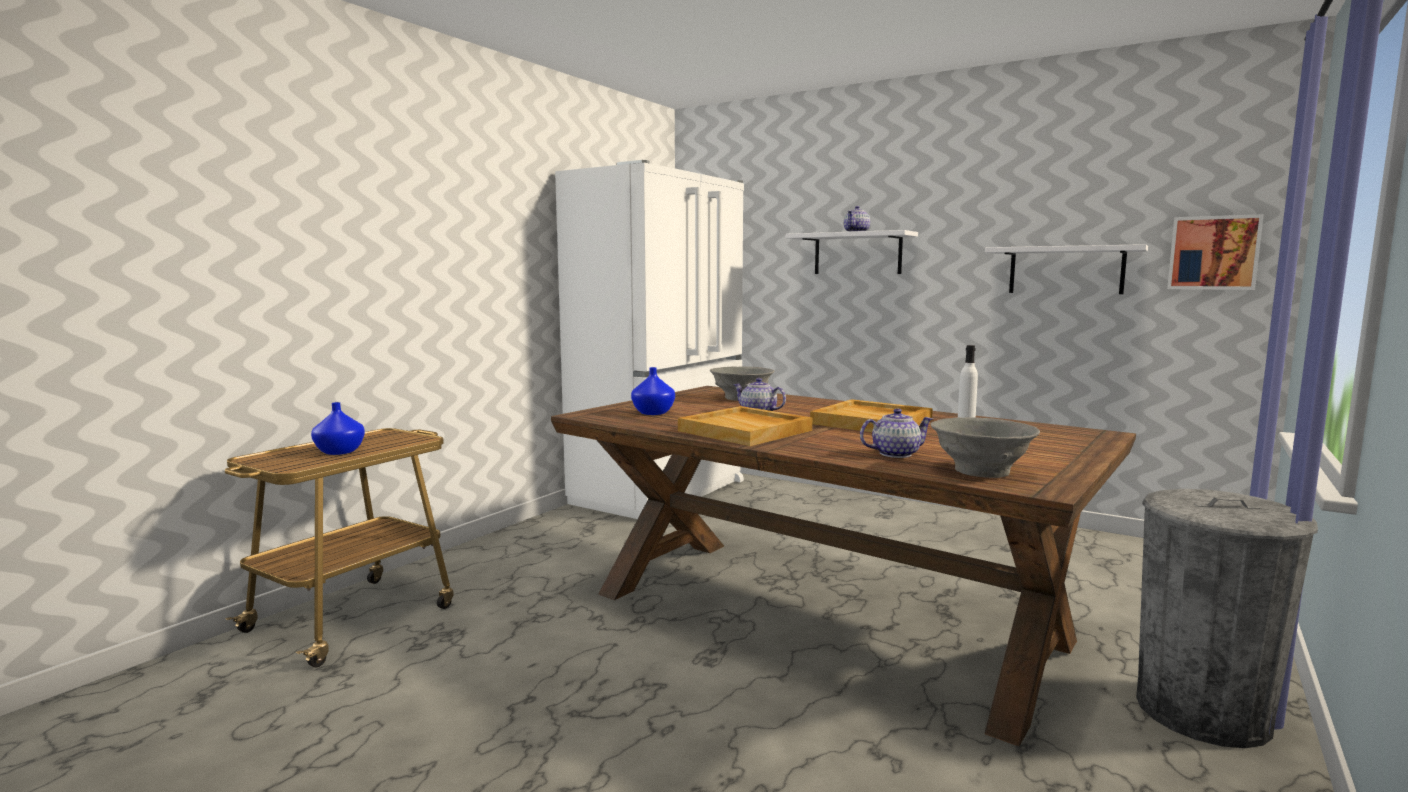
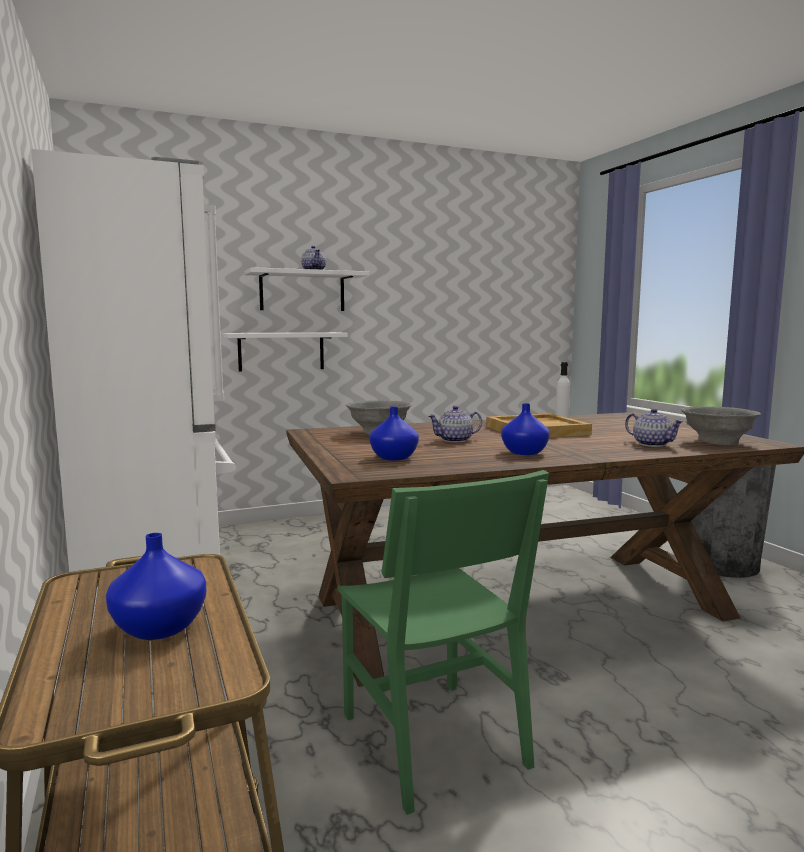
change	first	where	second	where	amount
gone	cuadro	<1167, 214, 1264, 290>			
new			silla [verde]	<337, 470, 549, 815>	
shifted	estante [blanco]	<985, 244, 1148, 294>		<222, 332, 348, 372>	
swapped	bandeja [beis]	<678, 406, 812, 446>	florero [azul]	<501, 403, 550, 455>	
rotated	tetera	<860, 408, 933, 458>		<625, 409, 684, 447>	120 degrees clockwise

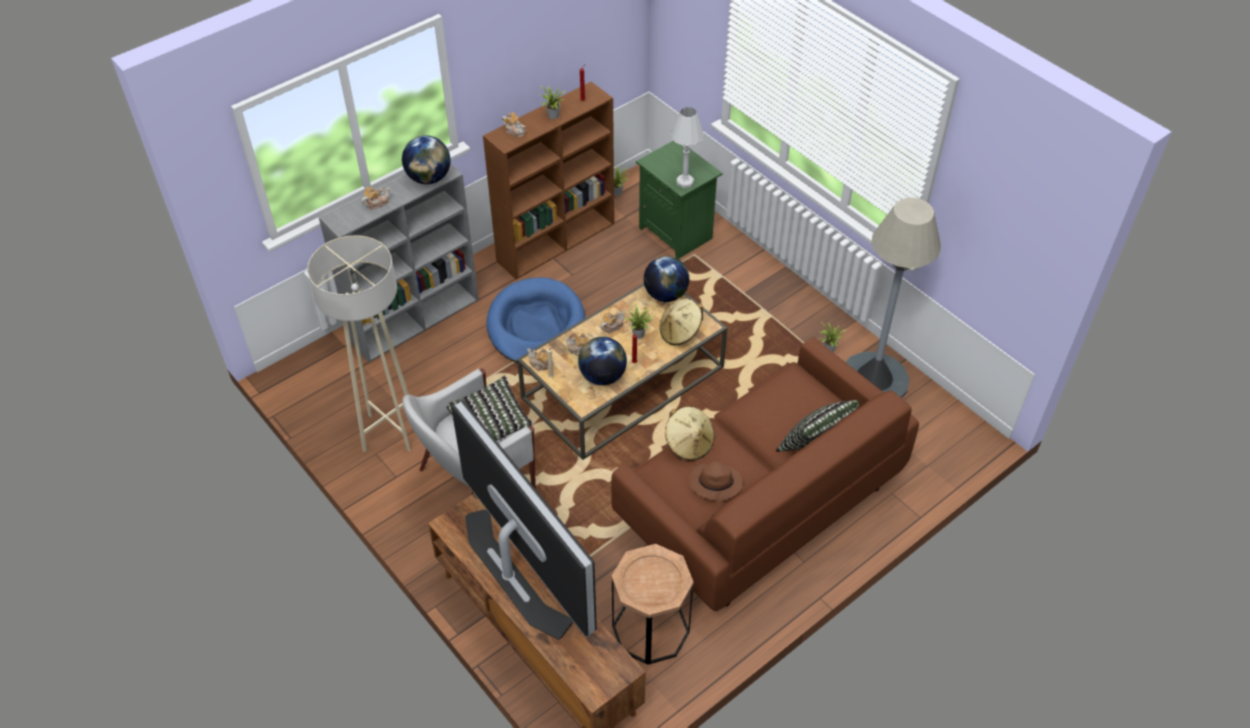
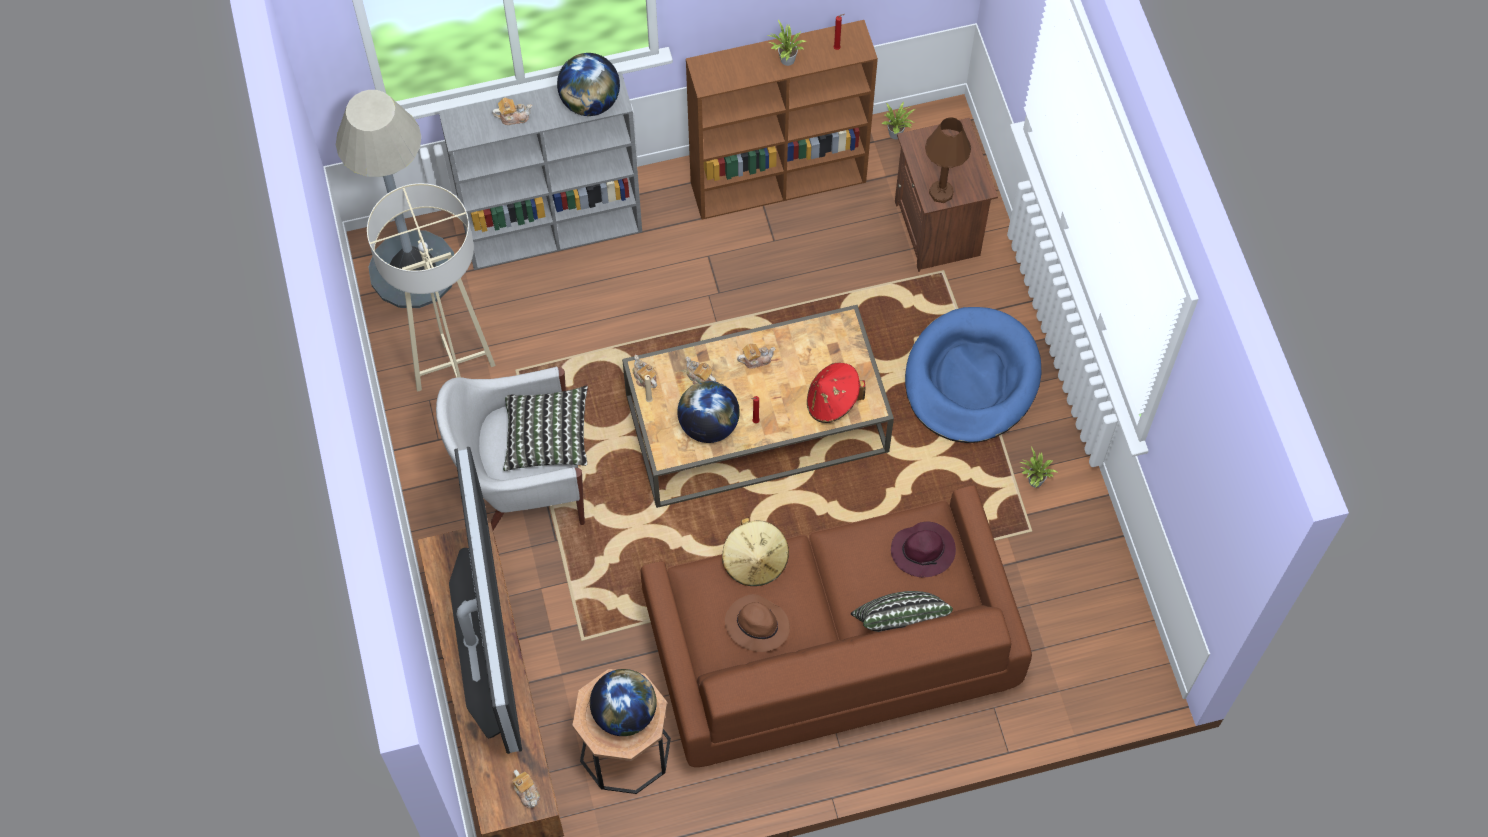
change	first	where	second	where	amount
gone	planta en maceta	<626, 304, 654, 339>			
new			sombrero [morado]	<891, 521, 956, 578>	
shifted	cama para perro [azul]	<486, 277, 585, 363>		<905, 307, 1041, 443>	
shifted	tetera	<502, 112, 525, 138>		<512, 770, 540, 808>	
shifted	globo terráqueo	<644, 256, 689, 302>		<590, 669, 657, 736>	
shifted	lámpara de pie [gris]	<845, 198, 941, 398>		<336, 90, 454, 308>	
repainted	mesita de noche [verde]	<636, 141, 723, 259>	mesita de noche [marrón]	<895, 118, 998, 272>	
repainted	sombrero [beis]	<660, 299, 703, 345>	sombrero [rojo]	<807, 363, 865, 423>	
repainted	lámpara de mesa [blanco]	<671, 107, 704, 188>	lámpara de mesa [marrón]	<925, 117, 971, 203>	

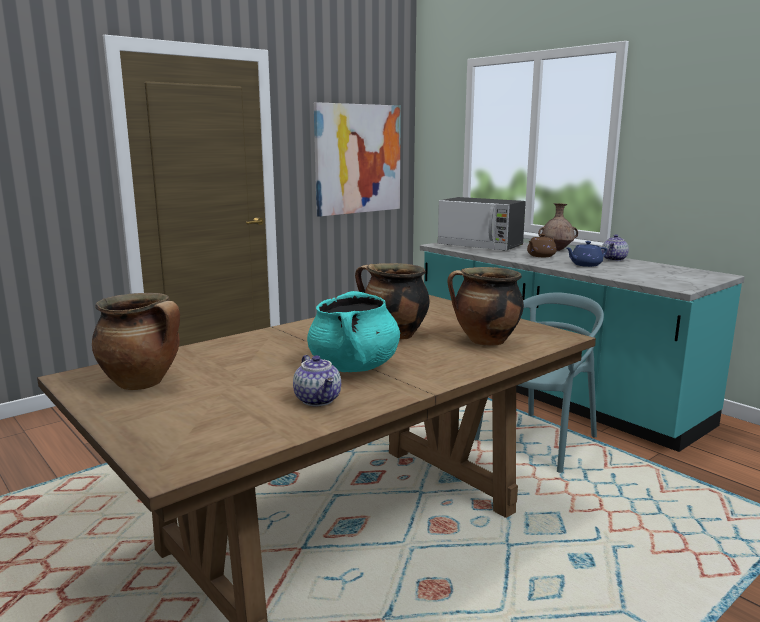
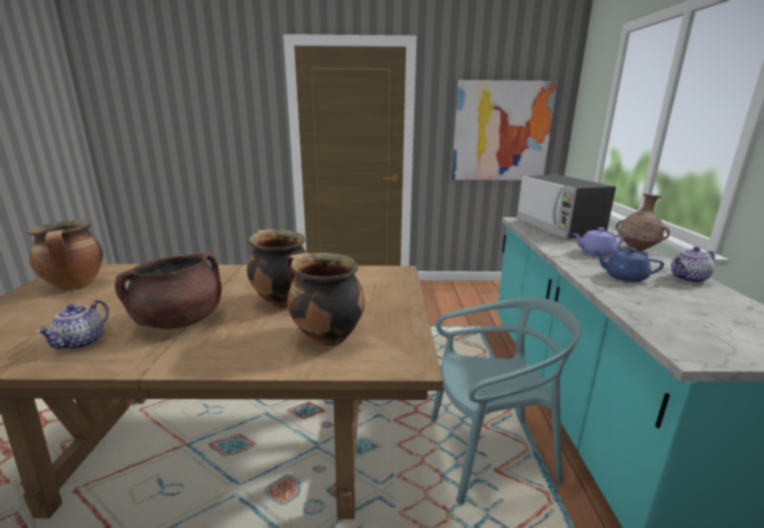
change	first	where	second	where	amount
repainted	olla [turquesa]	<307, 291, 400, 372>	olla [marrón]	<115, 252, 222, 329>	
repainted	tetera [marrón]	<527, 234, 557, 257>	tetera [morado]	<574, 227, 624, 257>	

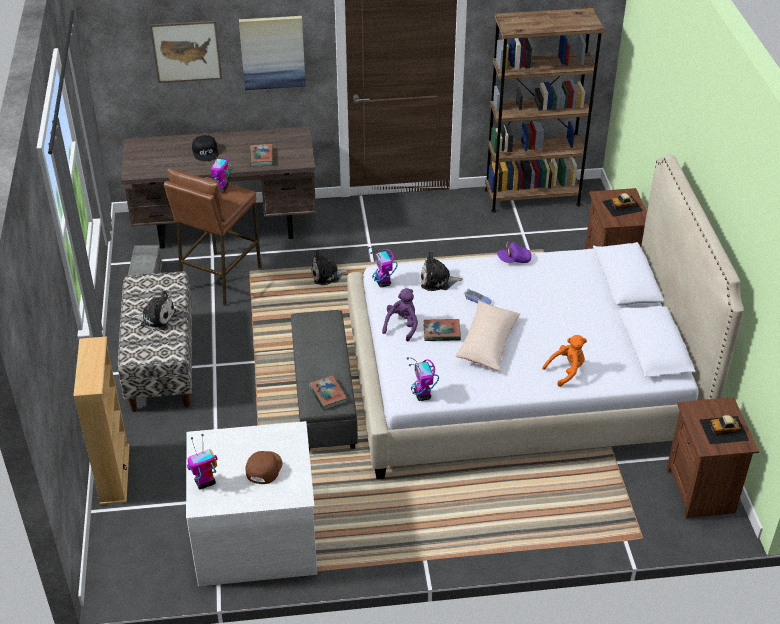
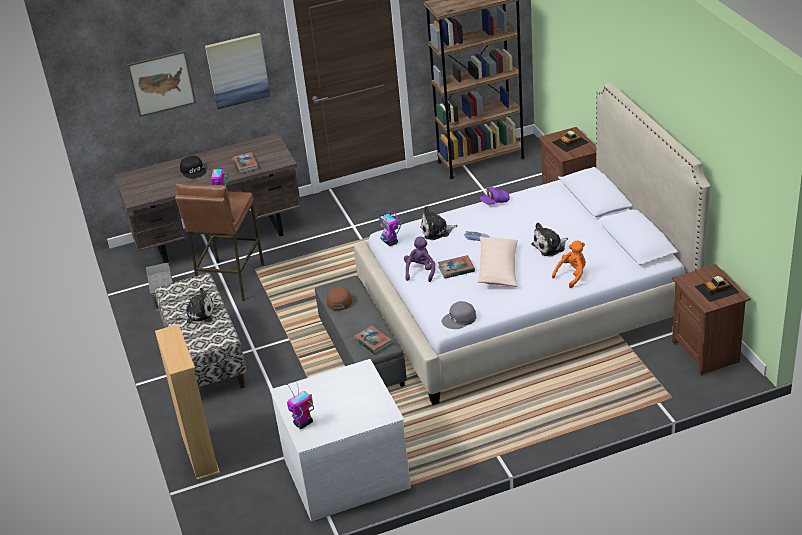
change	first	where	second	where	amount
shifted	gorra [marrón]	<246, 451, 283, 484>		<327, 287, 353, 310>	
shifted	peluche	<311, 250, 348, 285>		<531, 222, 568, 256>	
swapped	robot de juguete	<407, 357, 439, 401>	gorra [gris]	<442, 301, 476, 329>	

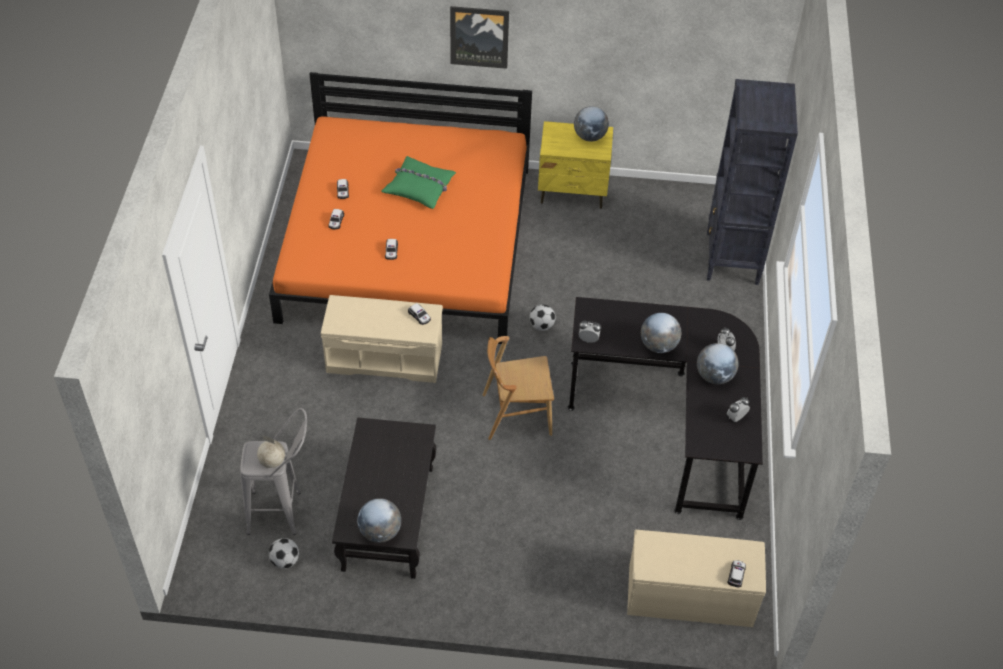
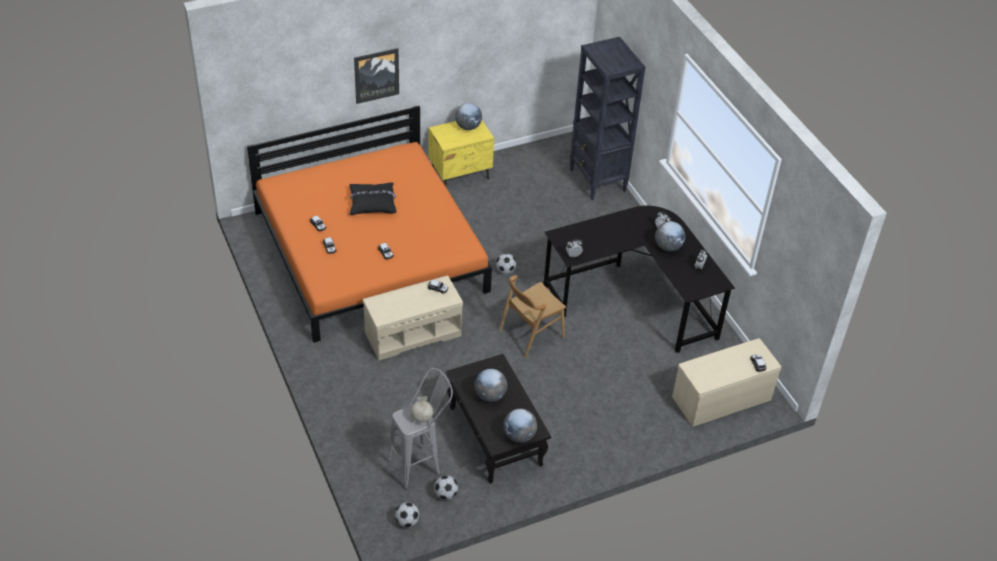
change	first	where	second	where	amount
new			balón de fútbol	<395, 502, 419, 527>	
shifted	globo terráqueo	<641, 313, 681, 353>		<474, 369, 507, 402>	
repainted	cojín [verde]	<381, 156, 456, 209>	cojín [negro]	<349, 182, 396, 215>	

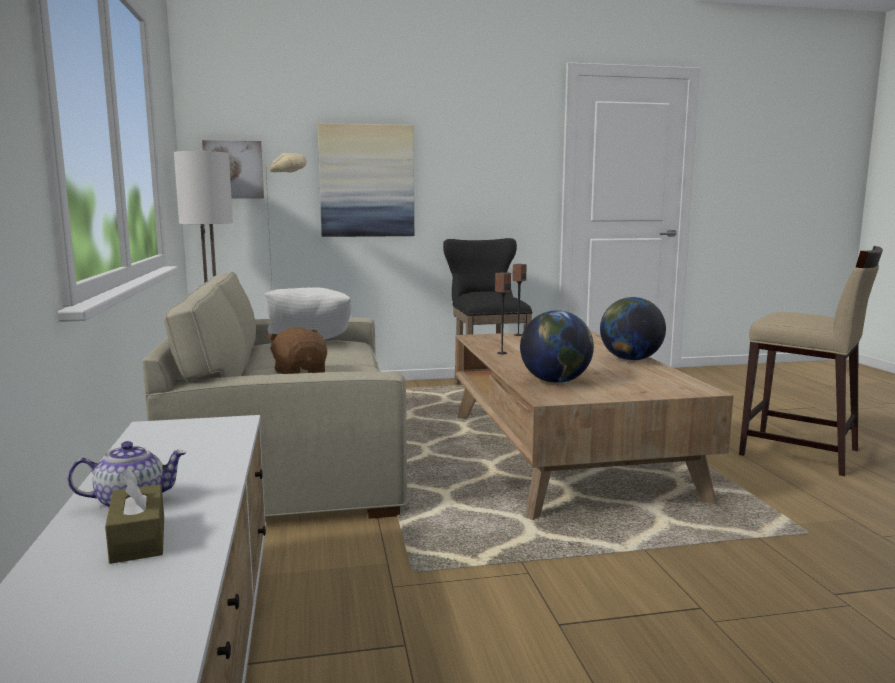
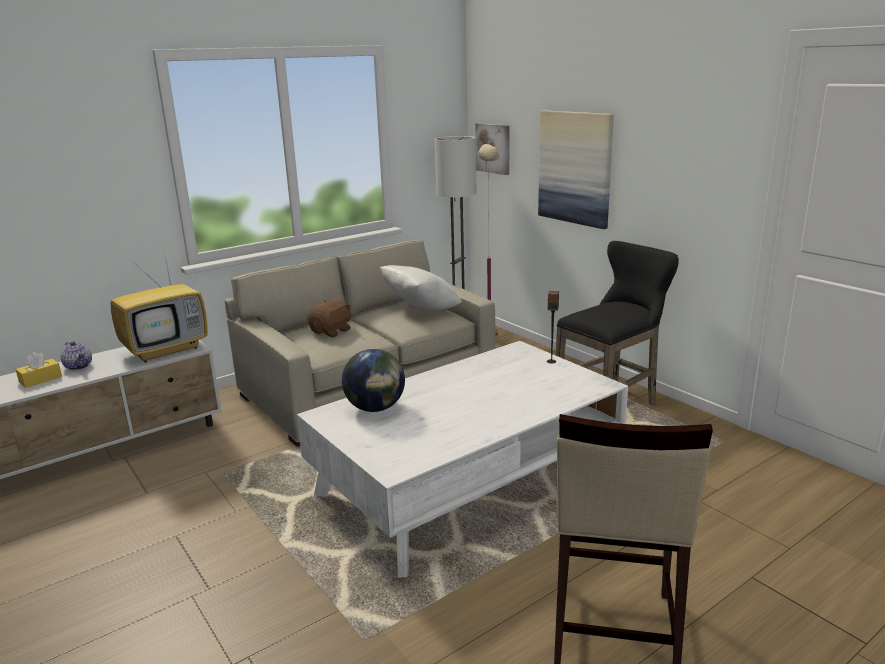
change	first	where	second	where	amount
gone	altavoz	<495, 272, 511, 354>			
gone	globo terráqueo	<600, 297, 666, 361>			
new			televisor	<111, 245, 208, 362>	
repainted	caja de pañuelos [marrón]	<105, 468, 164, 564>	caja de pañuelos [amarillo]	<16, 352, 62, 388>	
repainted	mesa de centro [marrón]	<455, 330, 733, 520>	mesa de centro [blanco]	<297, 341, 628, 578>	

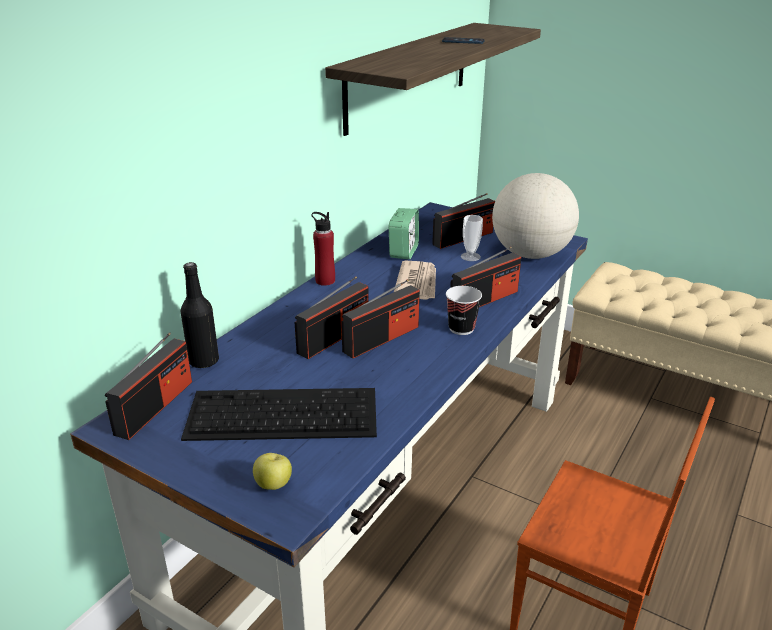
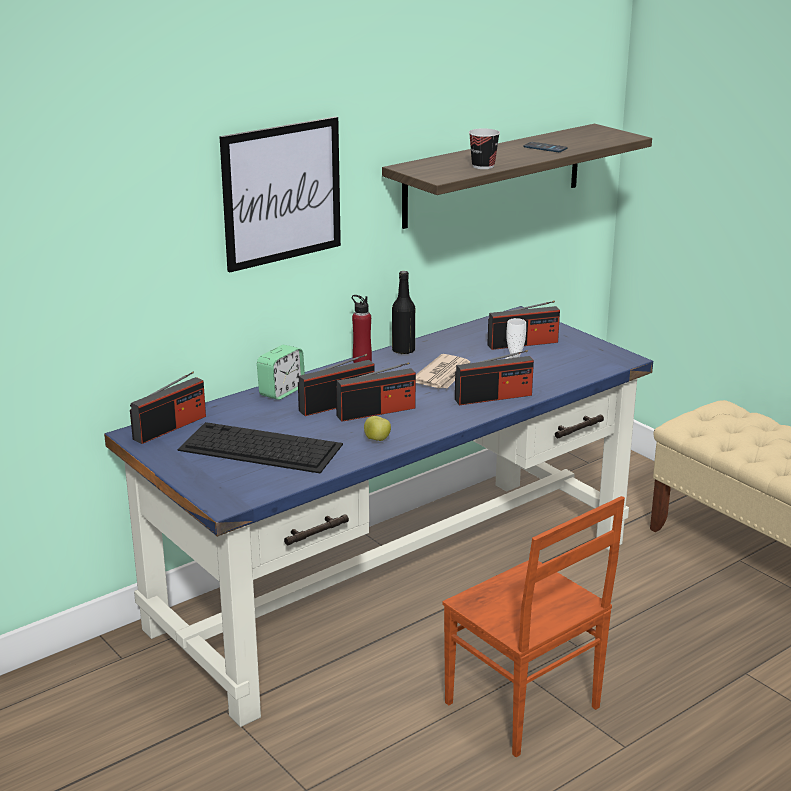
change	first	where	second	where	amount
gone	globo terráqueo	<492, 173, 579, 259>			
new			cuadro	<219, 117, 341, 273>	
shifted	botella [negro]	<181, 262, 219, 368>		<392, 271, 415, 354>	
shifted	manzana	<253, 453, 292, 490>		<364, 416, 391, 441>	
shifted	despertador	<389, 208, 419, 259>		<257, 345, 305, 400>	
shifted	taza	<446, 286, 482, 335>		<469, 128, 500, 169>	

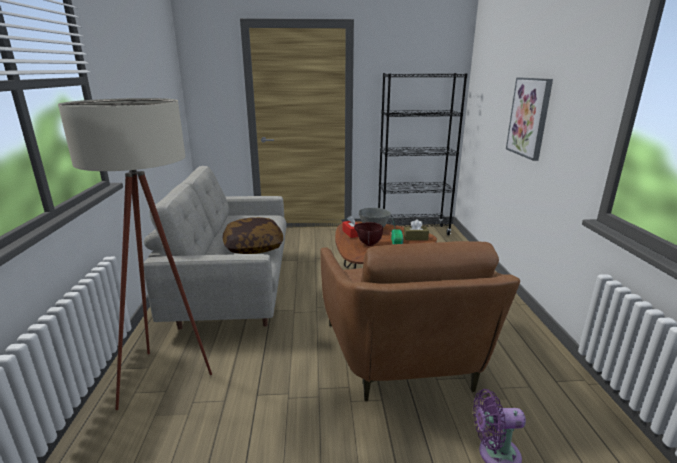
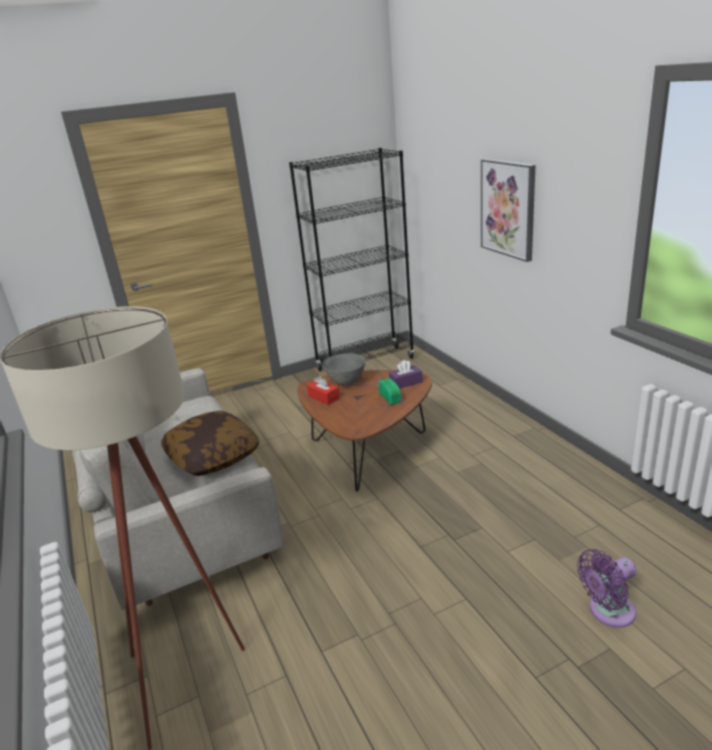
change	first	where	second	where	amount
gone	sillón [marrón]	<320, 241, 520, 401>			
gone	cuenco [marrón]	<354, 222, 383, 246>			
repainted	caja de pañuelos [marrón]	<404, 219, 429, 240>	caja de pañuelos [morado]	<389, 360, 423, 389>	

